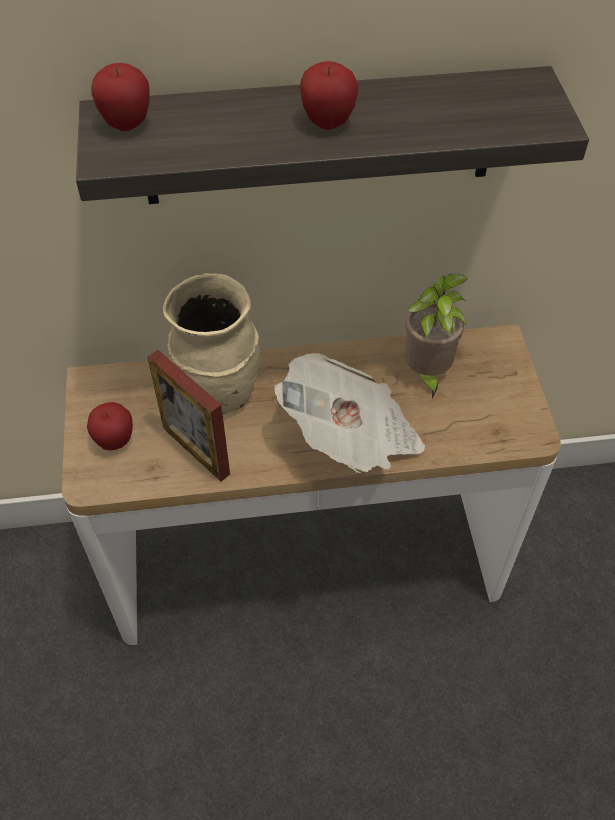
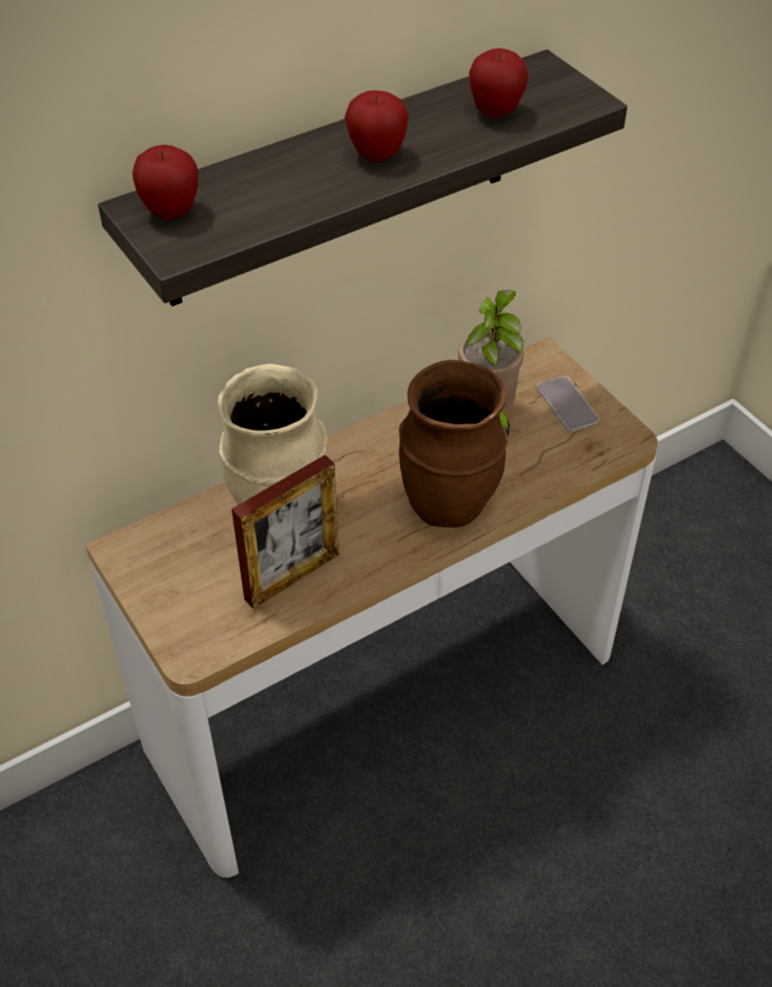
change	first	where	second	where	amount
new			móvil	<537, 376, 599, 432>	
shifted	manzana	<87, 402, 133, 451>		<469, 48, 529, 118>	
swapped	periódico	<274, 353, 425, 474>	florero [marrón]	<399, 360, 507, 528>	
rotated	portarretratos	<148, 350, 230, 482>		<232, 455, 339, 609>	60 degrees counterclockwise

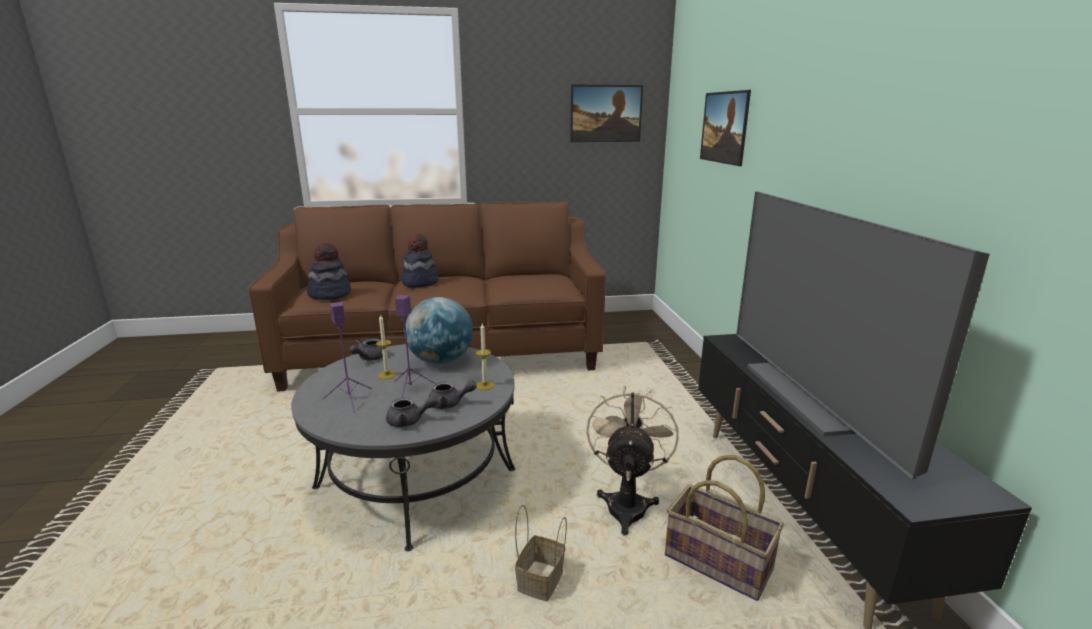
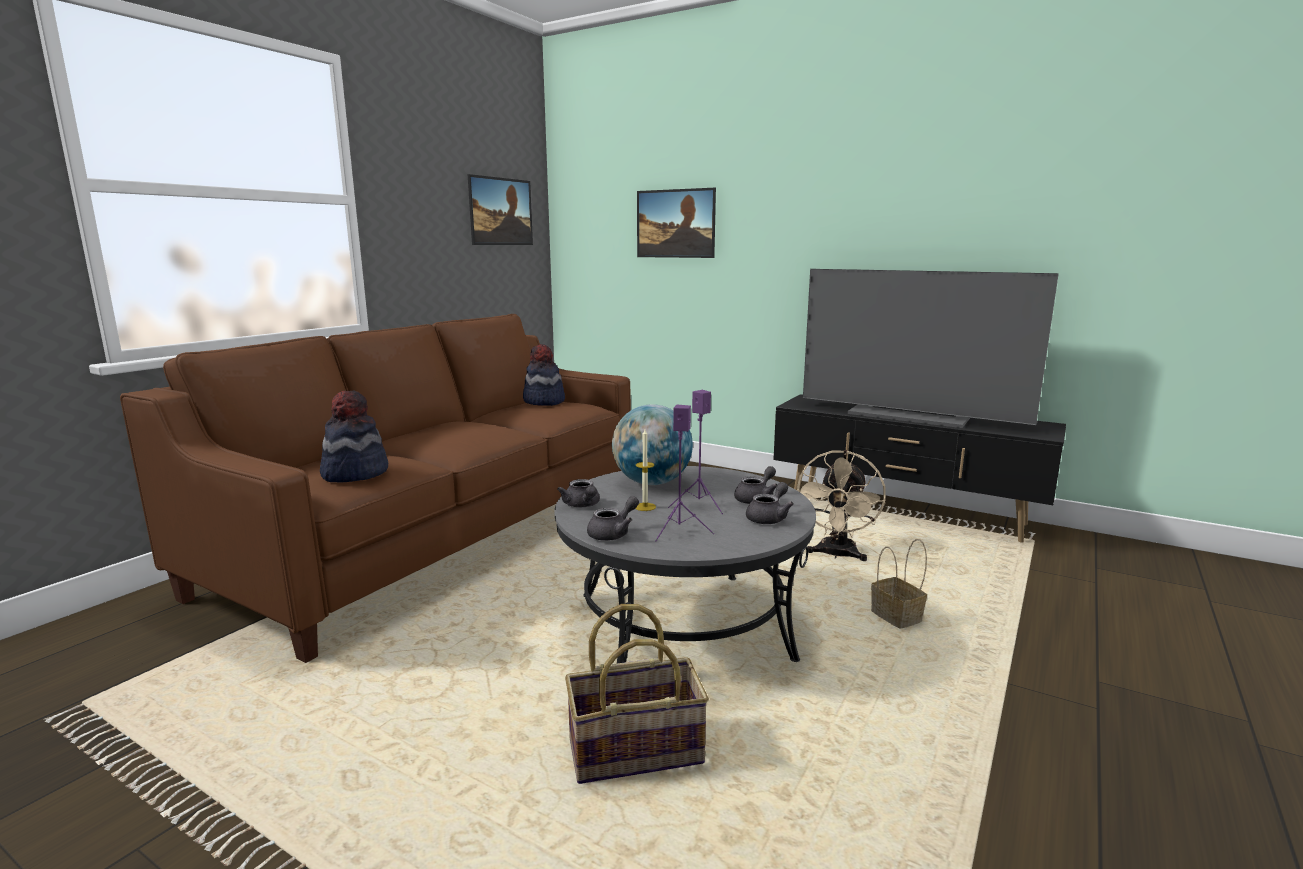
change	first	where	second	where	amount
gone	vela	<476, 324, 494, 390>			
new			tetera [gris]	<587, 496, 639, 541>	
shifted	sombrero	<402, 234, 438, 287>		<523, 344, 565, 406>	
shifted	cesta	<665, 455, 784, 601>		<565, 604, 709, 784>	
rotated	ventilador [beis]	<586, 385, 679, 535>		<797, 450, 886, 561>	120 degrees counterclockwise

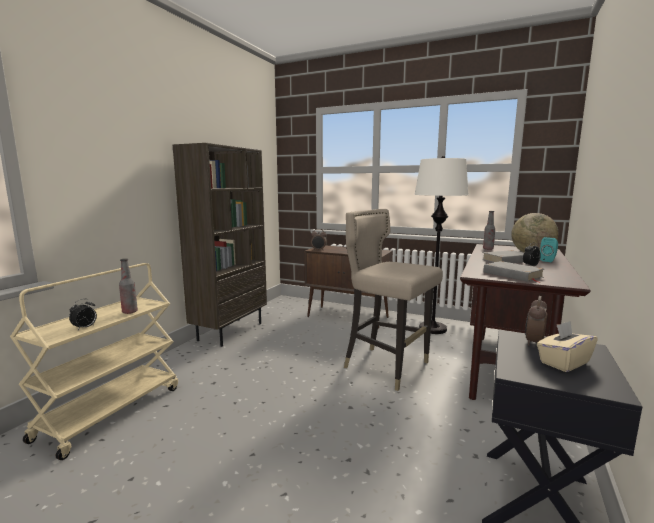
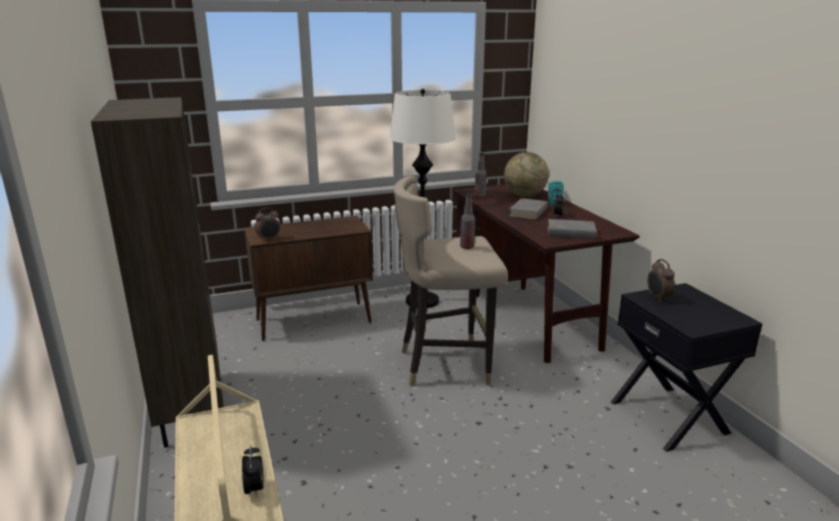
change	first	where	second	where	amount
gone	caja de pañuelos [beis]	<537, 321, 598, 372>			
shifted	botella	<119, 259, 138, 314>		<460, 194, 475, 249>	

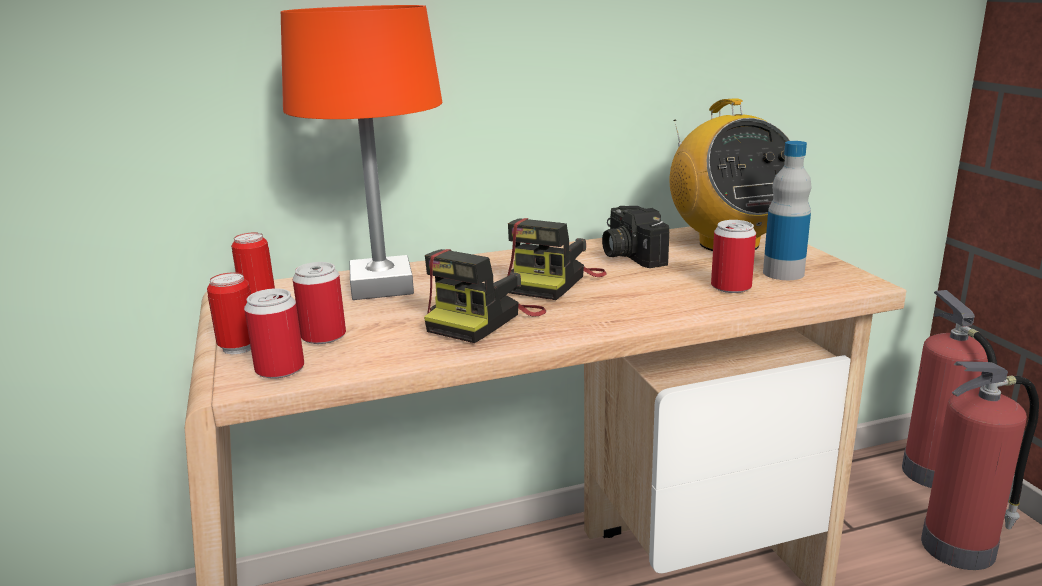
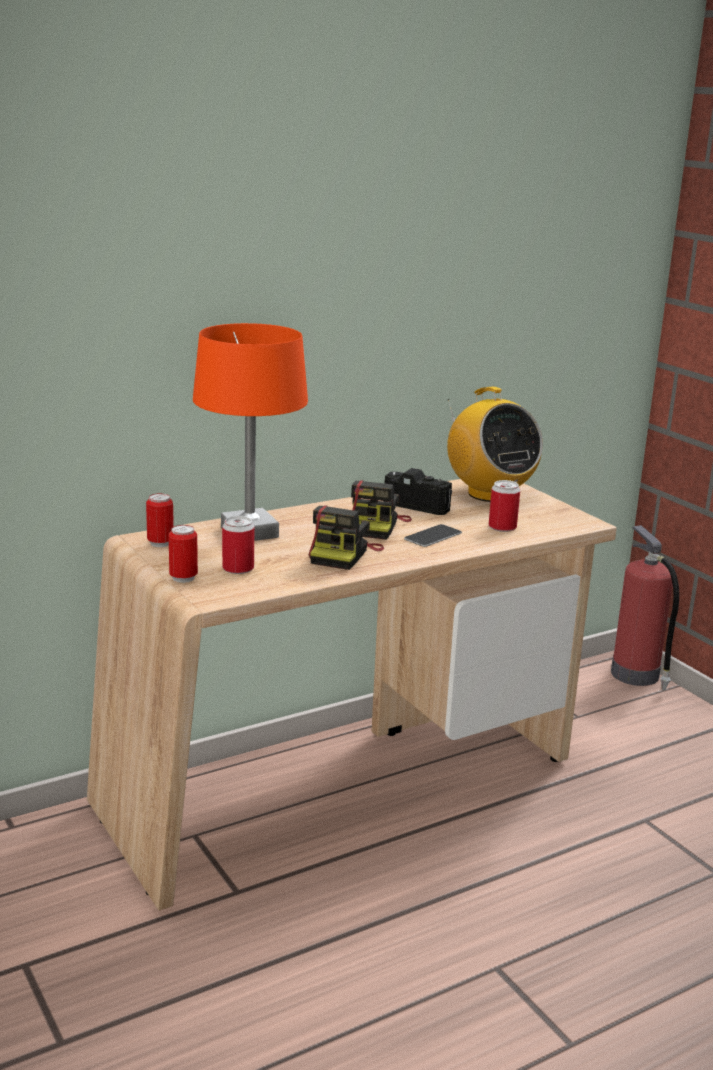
change	first	where	second	where	amount
gone	lata	<244, 288, 304, 379>			
gone	botella	<763, 141, 811, 280>			
gone	extintor	<921, 361, 1039, 570>			
new			móvil	<404, 524, 462, 547>	
rotated	cámara	<602, 206, 670, 268>		<384, 468, 452, 515>	150 degrees clockwise

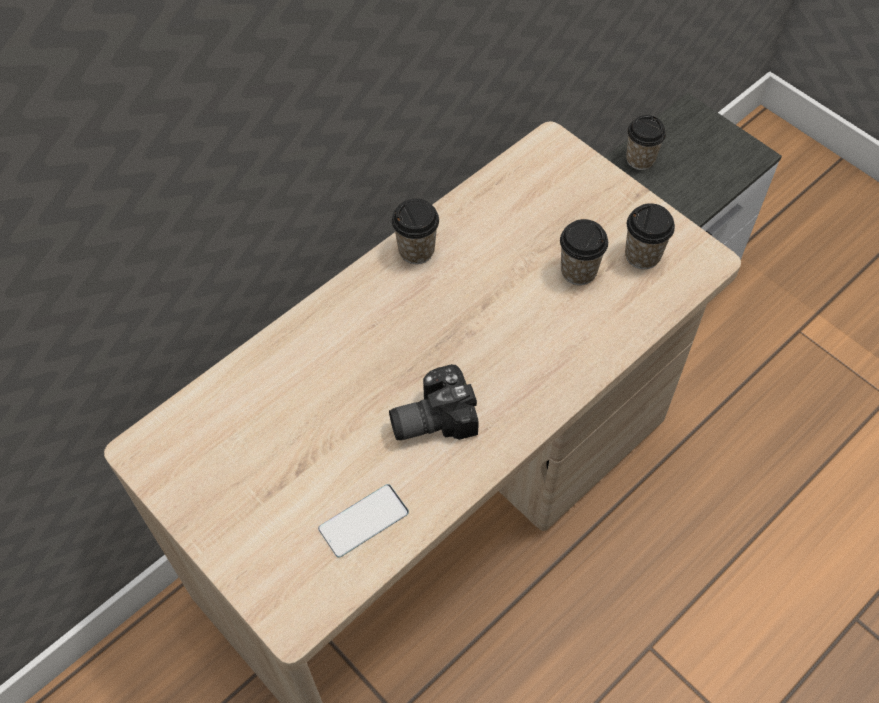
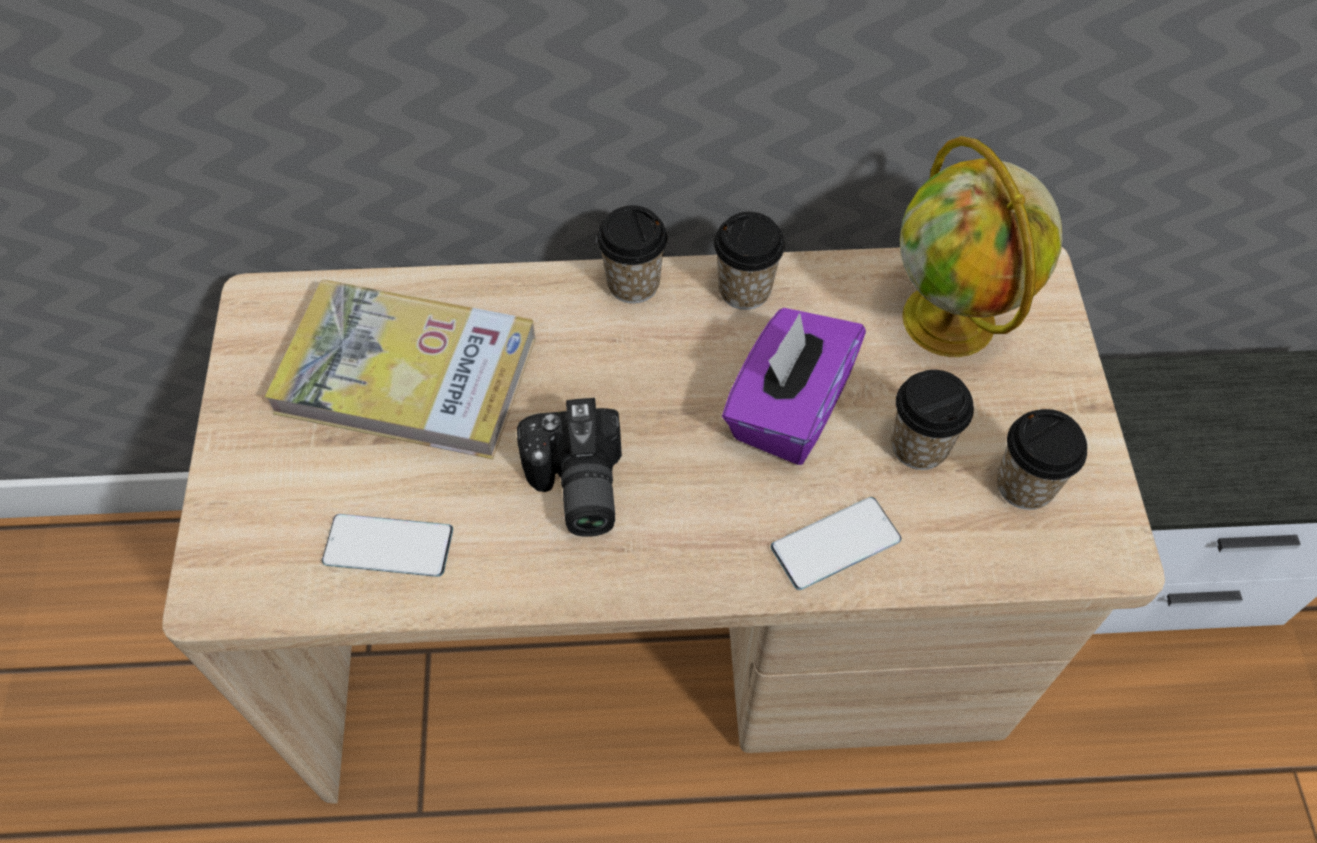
change	first	where	second	where	amount
new			libro	<265, 280, 536, 459>	
new			caja de pañuelos [morado]	<722, 308, 866, 465>	
new			móvil	<771, 497, 901, 590>	
new			globo terráqueo	<900, 136, 1063, 357>	
shifted	taza	<626, 115, 666, 170>		<597, 205, 667, 304>	
rotated	cámara	<389, 364, 479, 440>		<517, 398, 622, 537>	120 degrees counterclockwise

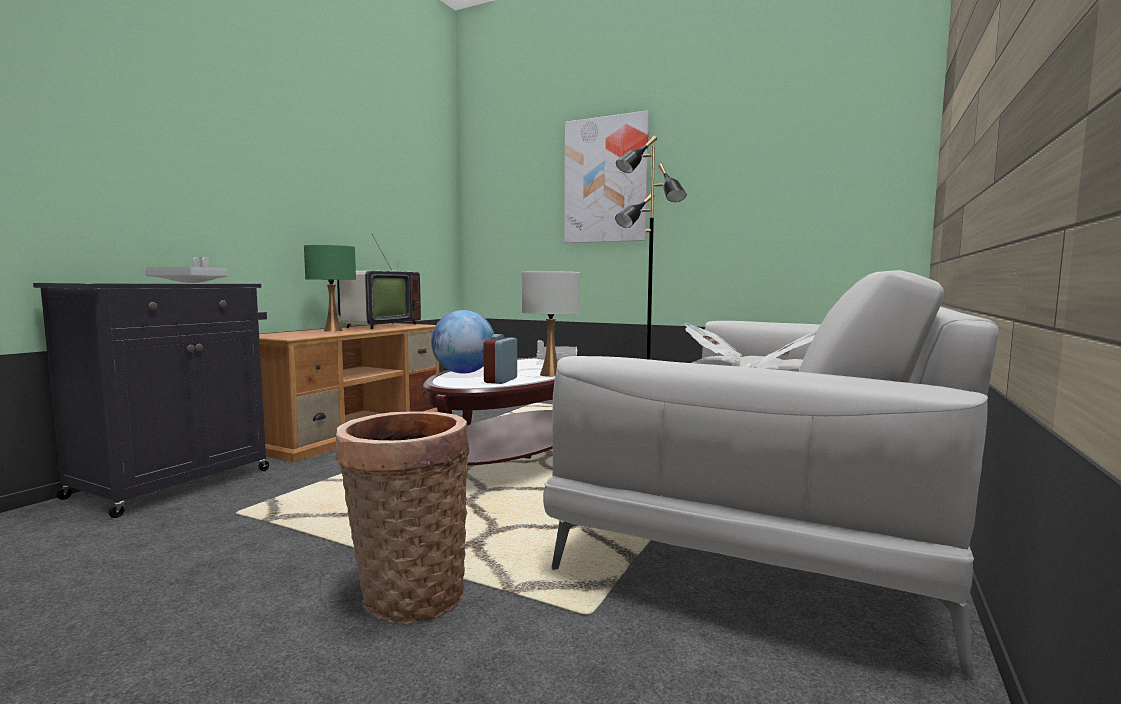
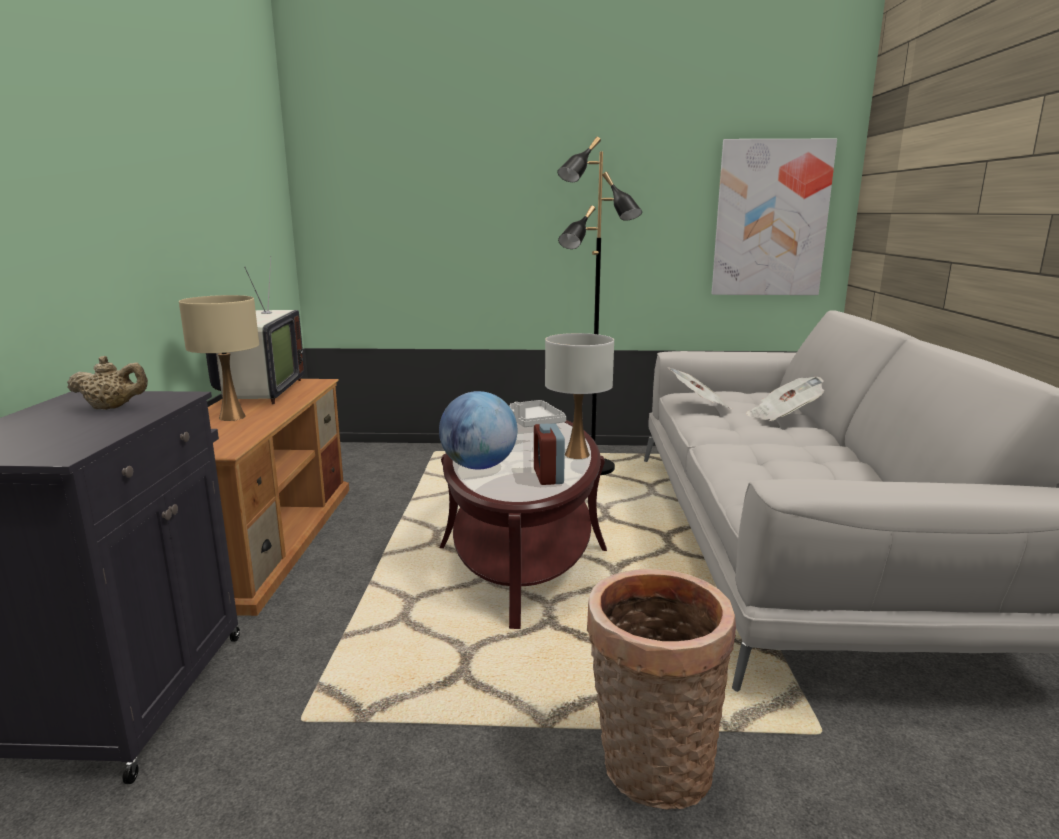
change	first	where	second	where	amount
shifted	cuadro	<564, 111, 649, 243>		<711, 139, 837, 295>	
swapped	bandeja [gris]	<145, 257, 228, 283>	tetera [beis]	<67, 356, 148, 410>	
repainted	lámpara de mesa [verde]	<304, 245, 356, 332>	lámpara de mesa [beis]	<179, 295, 259, 421>	

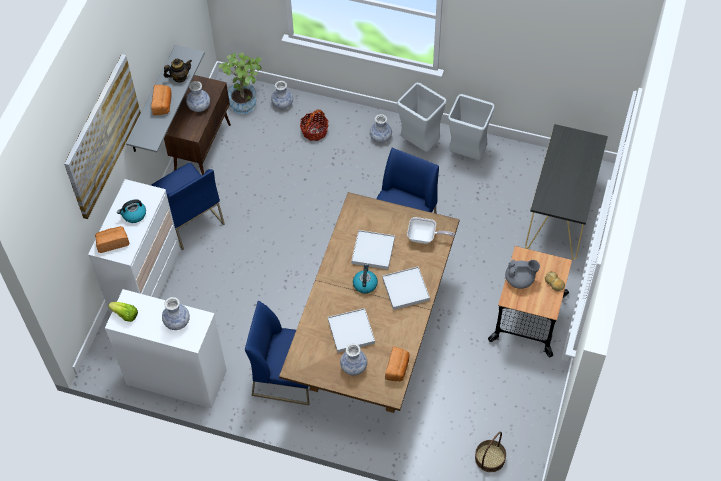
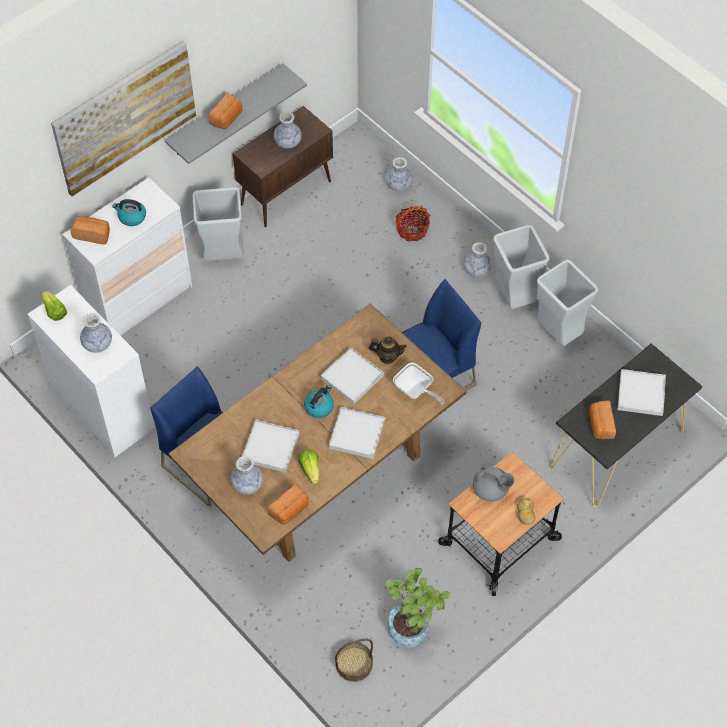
change	first	where	second	where	amount
new			lechuga	<299, 449, 319, 484>	
new			pan	<589, 400, 616, 439>	
new			bandeja [blanco]	<618, 369, 666, 416>	
shifted	tetera	<164, 59, 192, 83>		<369, 336, 407, 364>	
shifted	planta en maceta	<218, 52, 262, 114>		<385, 568, 451, 647>	
swapped	silla [azul]	<151, 163, 225, 250>	papelera [gris]	<192, 187, 244, 261>	

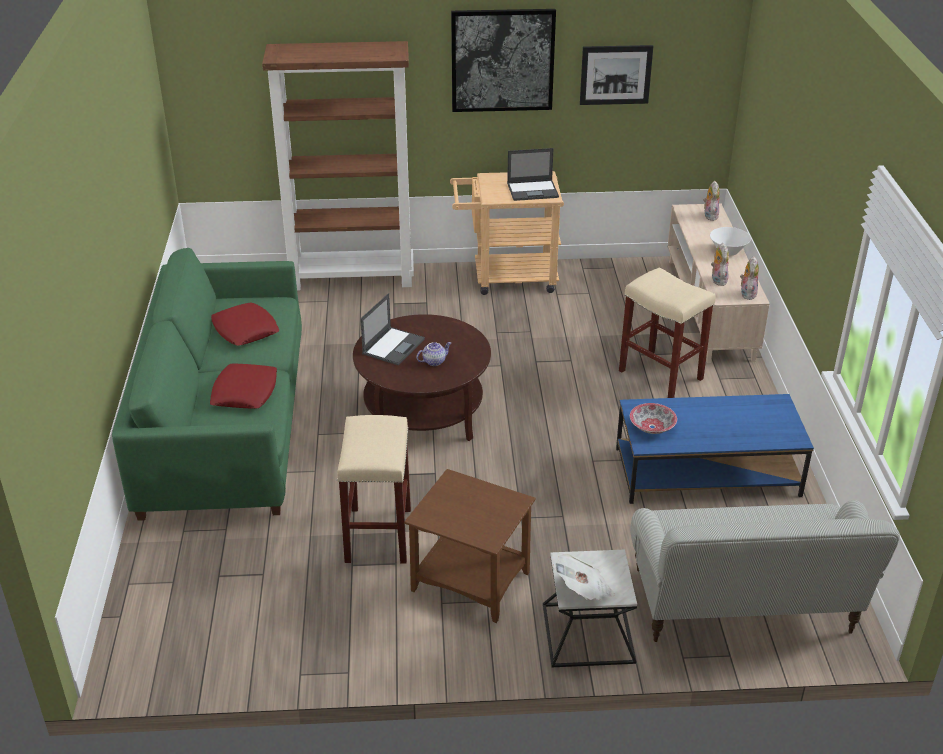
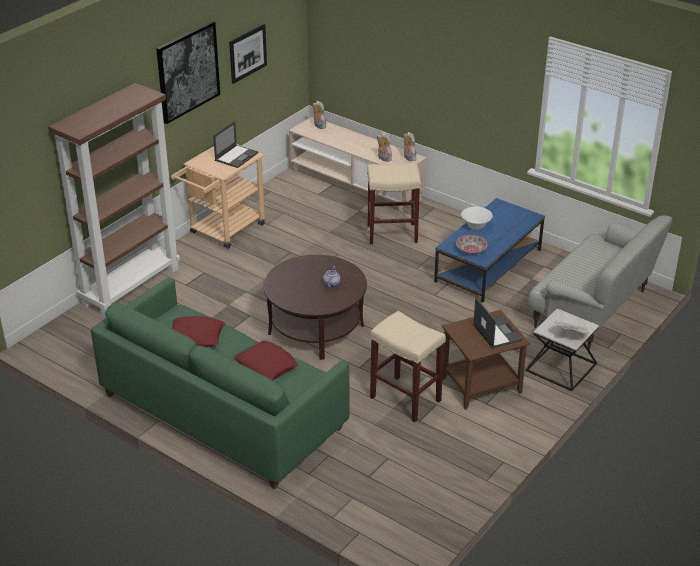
change	first	where	second	where	amount
shifted	portátil	<360, 293, 425, 365>		<473, 297, 522, 349>	
shifted	cuenco [blanco]	<710, 227, 751, 256>		<461, 207, 493, 230>	

